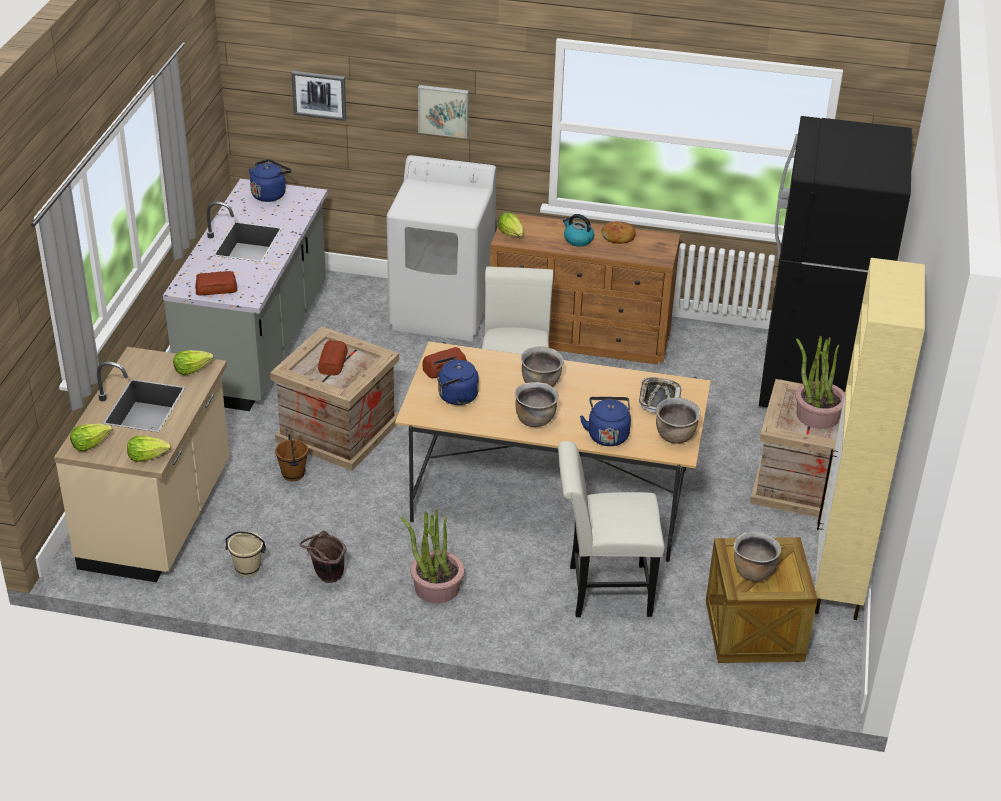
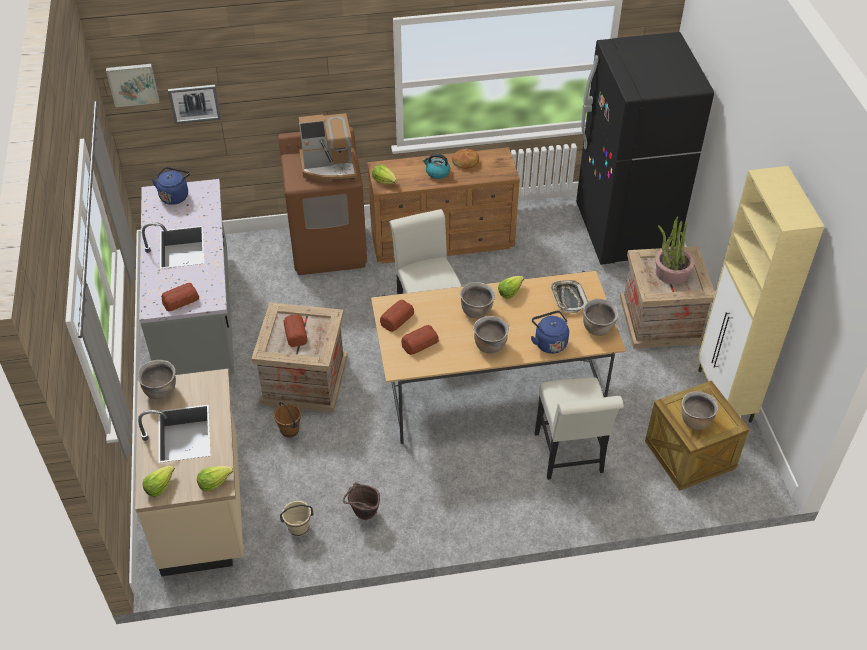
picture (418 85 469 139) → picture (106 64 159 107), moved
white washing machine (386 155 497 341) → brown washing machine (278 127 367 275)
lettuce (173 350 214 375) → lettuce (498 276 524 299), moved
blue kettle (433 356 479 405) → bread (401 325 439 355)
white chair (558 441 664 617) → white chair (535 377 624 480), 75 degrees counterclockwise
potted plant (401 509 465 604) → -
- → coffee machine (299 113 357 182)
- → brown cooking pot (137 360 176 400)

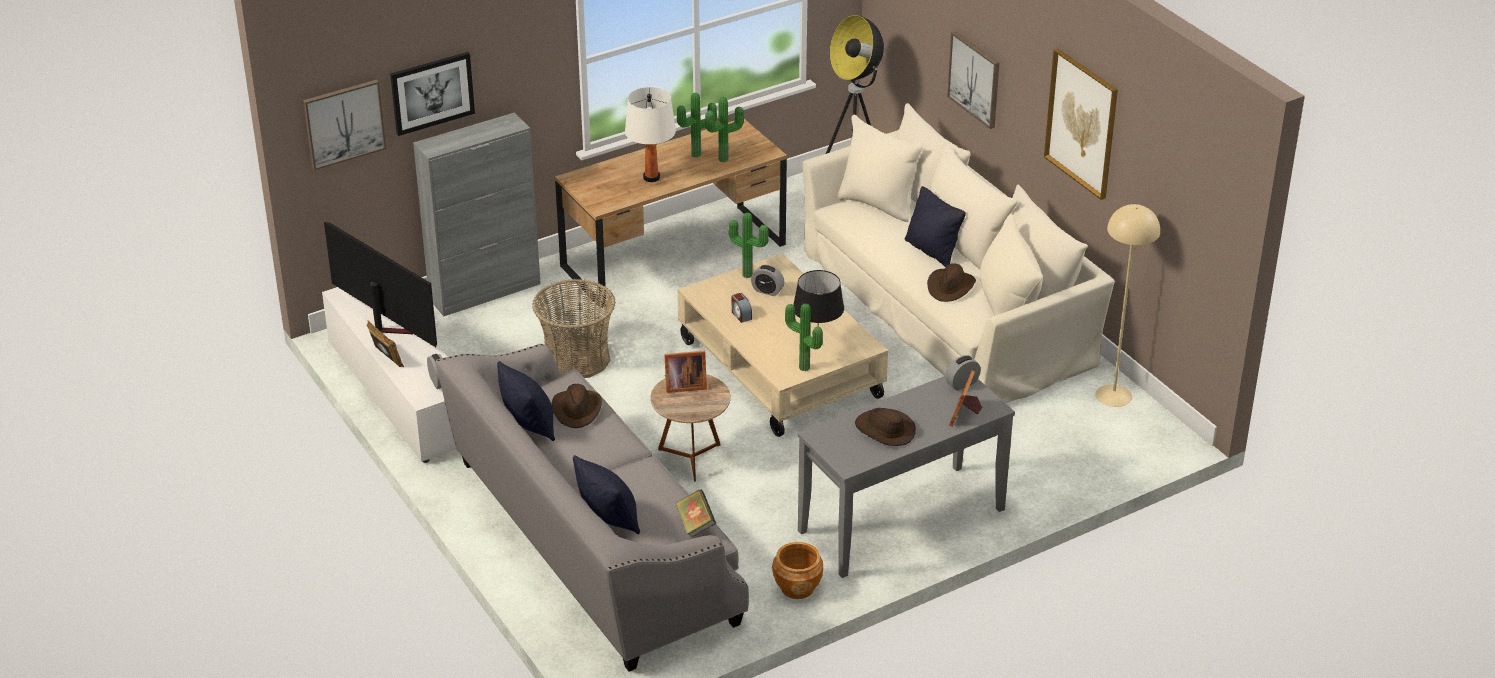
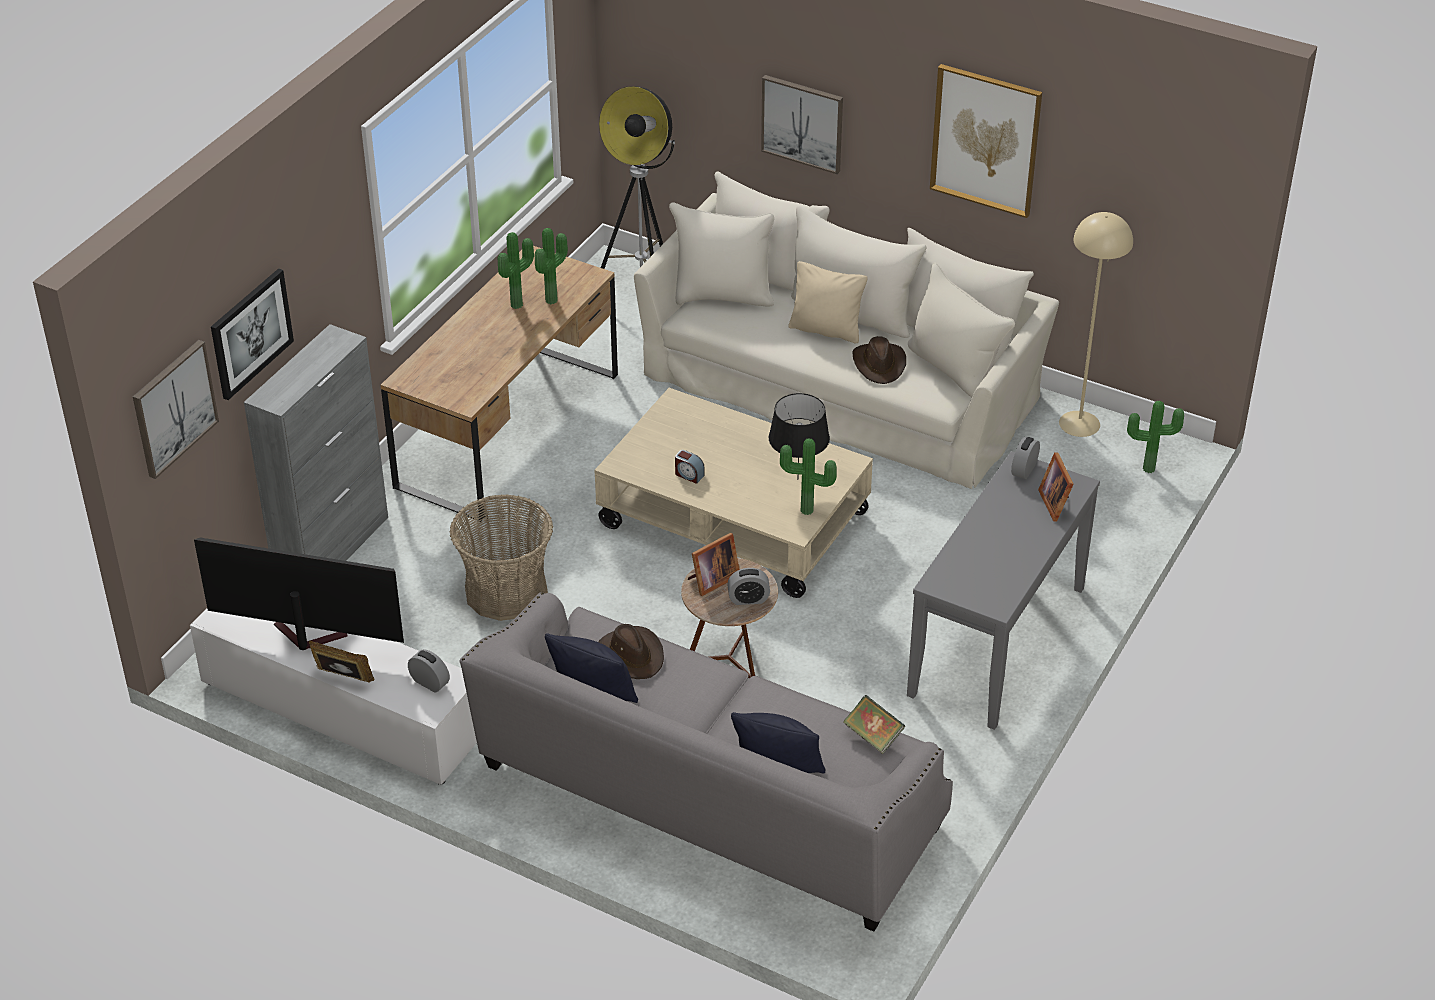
white table lamp (625 87 676 182) → -
black pillow (905 186 966 267) → beige pillow (788 261 868 344)
potted plant (729 213 769 278) → potted plant (1127 401 1184 473), moved
alarm clock (751 265 784 296) → alarm clock (727 568 770 605), moved
brown hat (855 408 916 446) → -
brown planter (772 542 823 599) → -

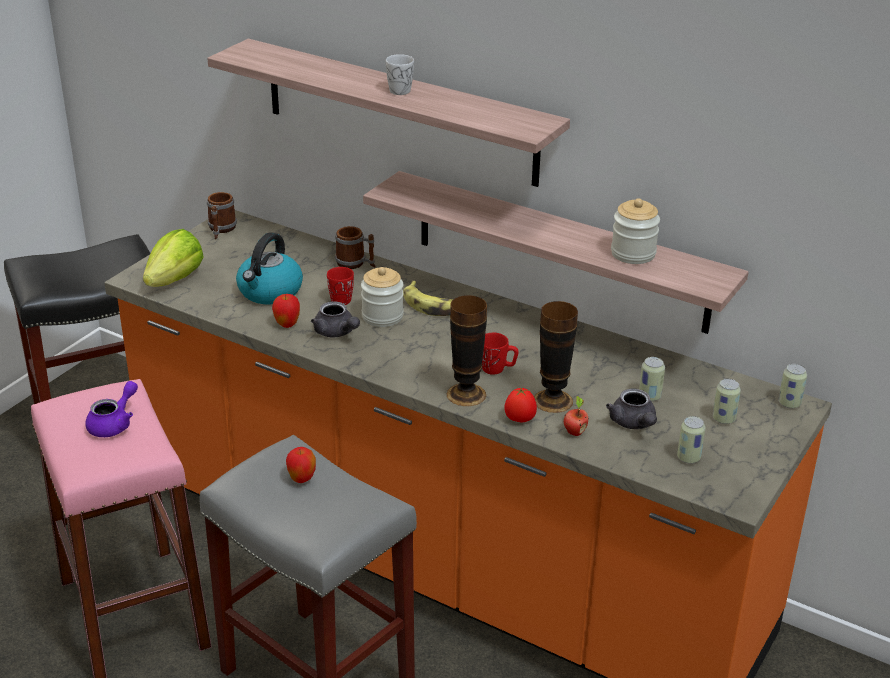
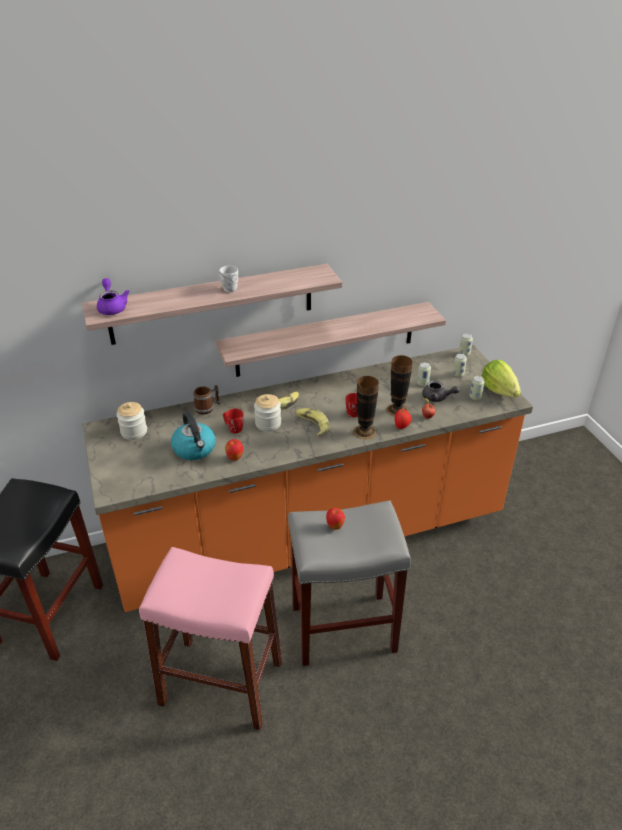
mug (207 192 237 239) → -
jar (611 198 660 264) → jar (117 402 147 440), moved
lettuce (143 229 203 287) → lettuce (481 360 521 397), moved
grey teapot (311 301 360 337) → -
purple teapot (85 381 138 437) → purple teapot (97 278 130 315), moved
- → banana (295 408 329 437)

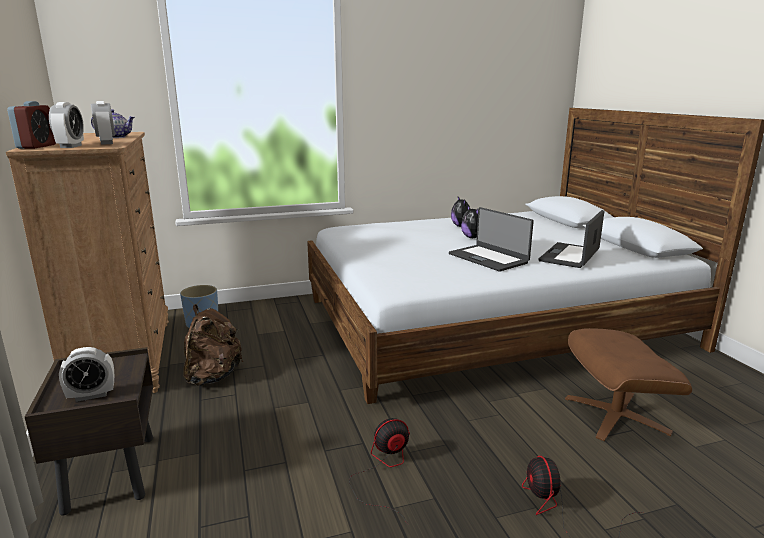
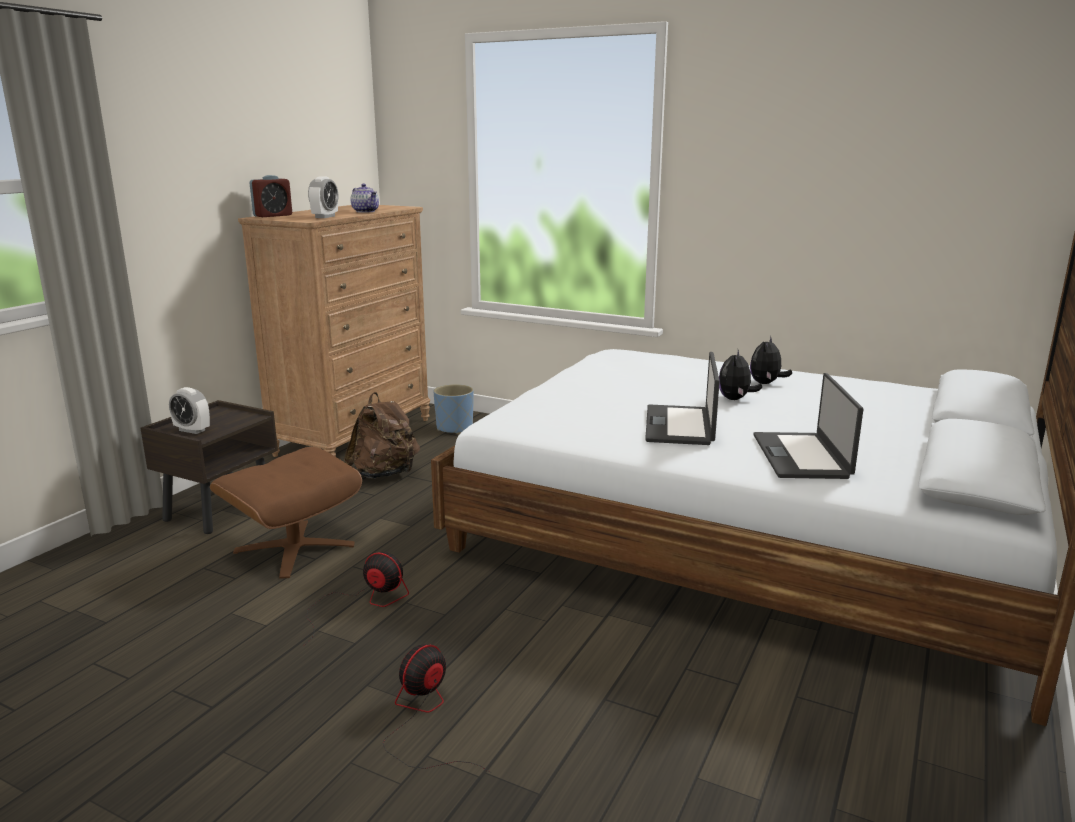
alarm clock (49 102 84 148) → -
laptop (538 210 604 268) → laptop (754 373 863 479), 75 degrees counterclockwise
brown ottoman (565 328 692 441) → brown ottoman (210 447 362 579), moved

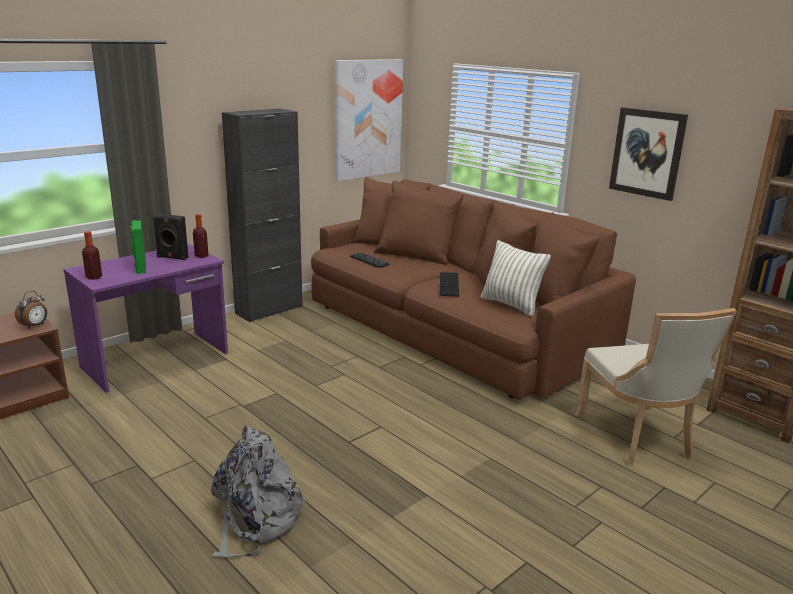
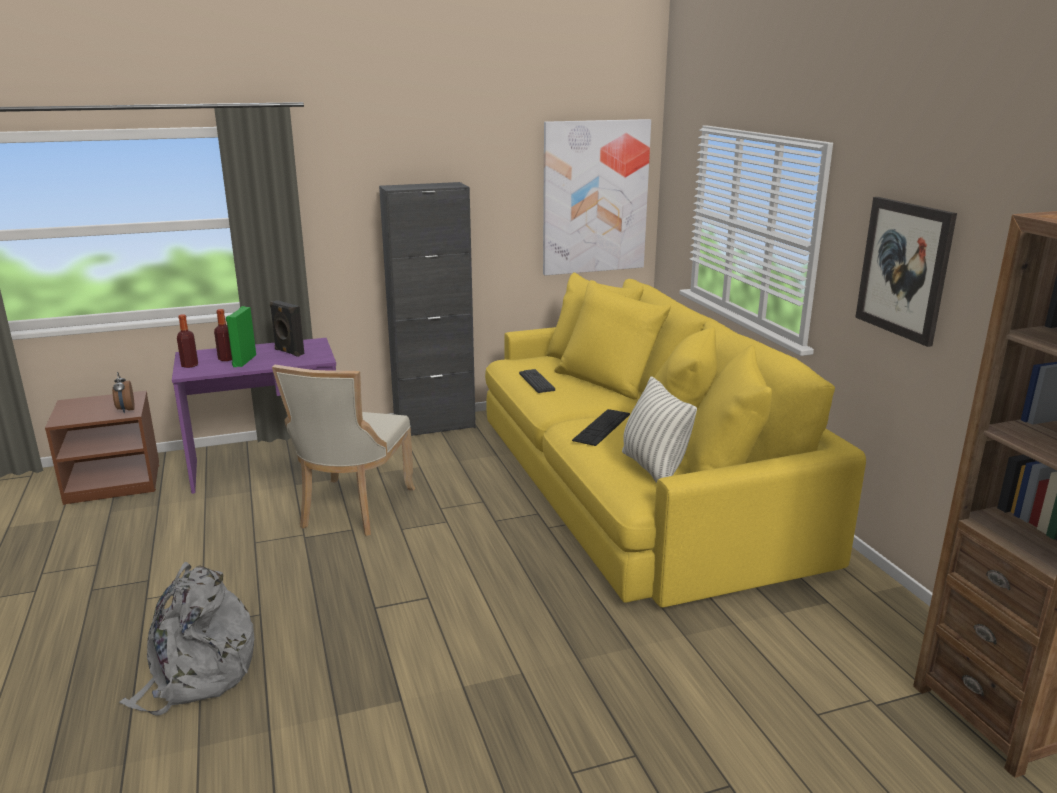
brown sofa (311 177 636 400) → yellow sofa (485 272 866 608)
bottle (193 214 208 258) → bottle (214 309 232 361), moved
alarm clock (15 291 47 329) → alarm clock (112 372 135 413), 105 degrees clockwise
beige chair (575 308 737 466) → beige chair (272 365 415 536), moved

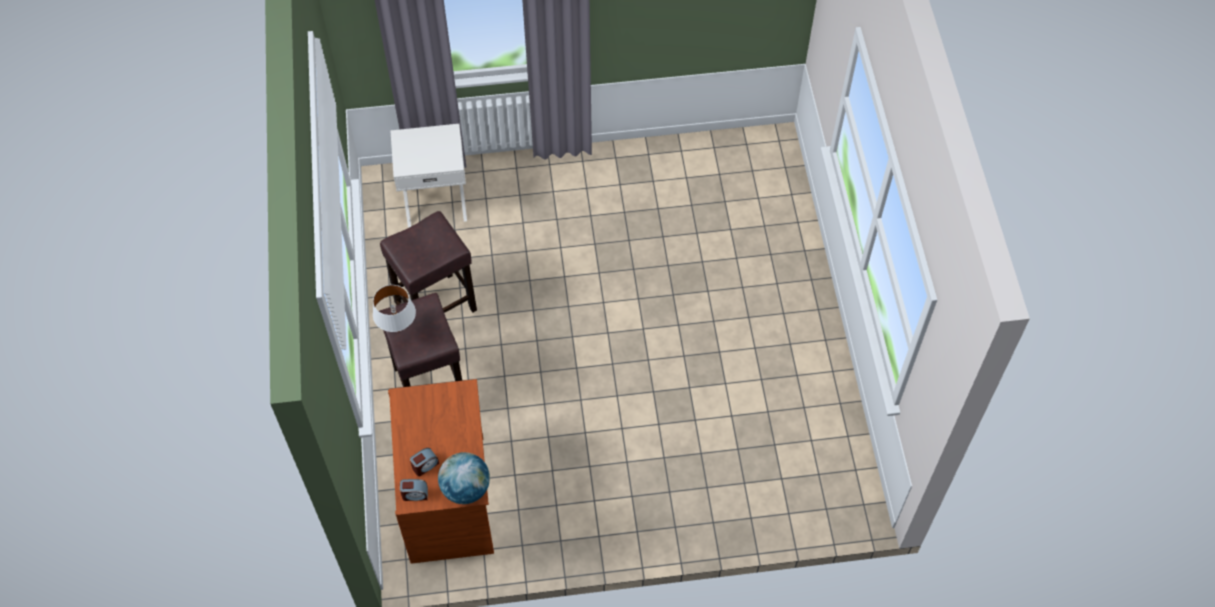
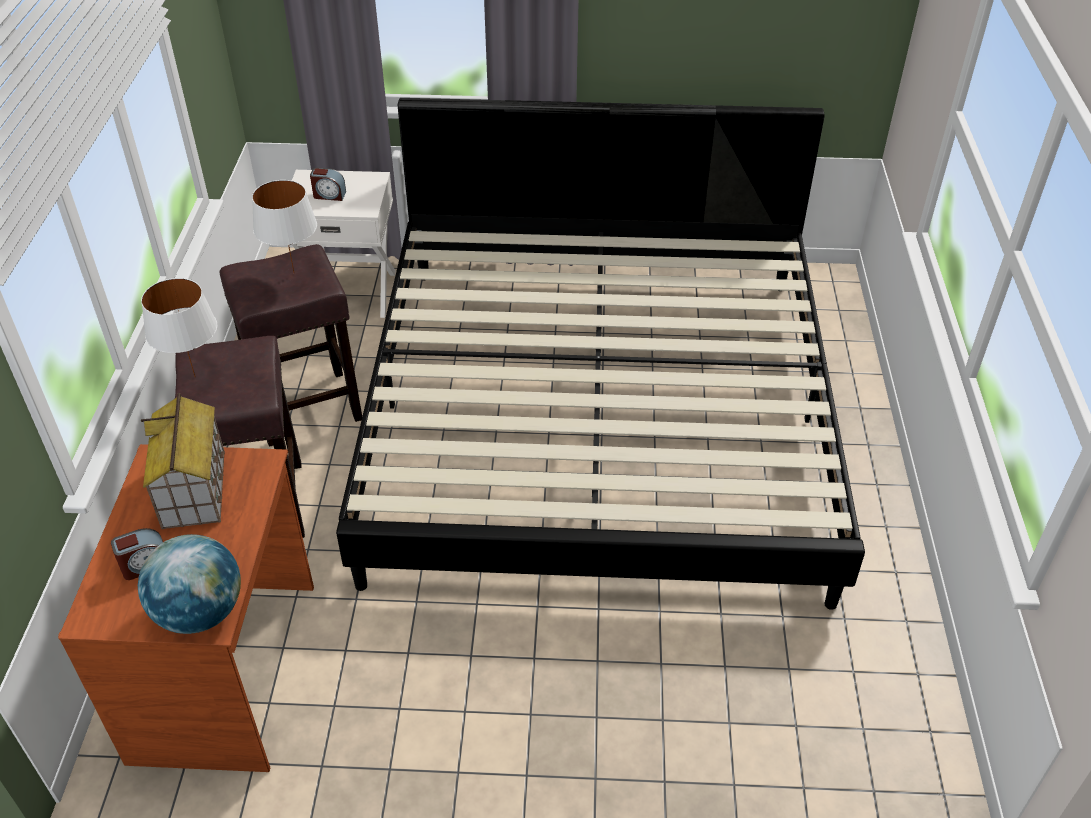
alarm clock (400 479 428 501) → alarm clock (310 168 346 201), moved
- → bed (336 98 865 610)
- → white table lamp (252 180 317 273)
- → toy house (141 393 225 529)

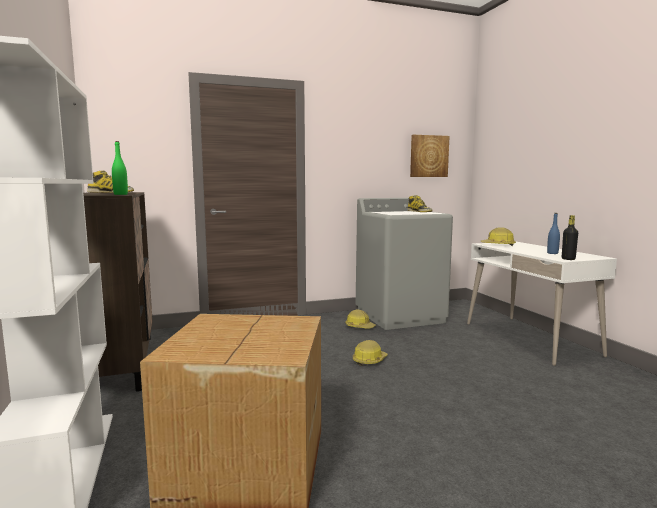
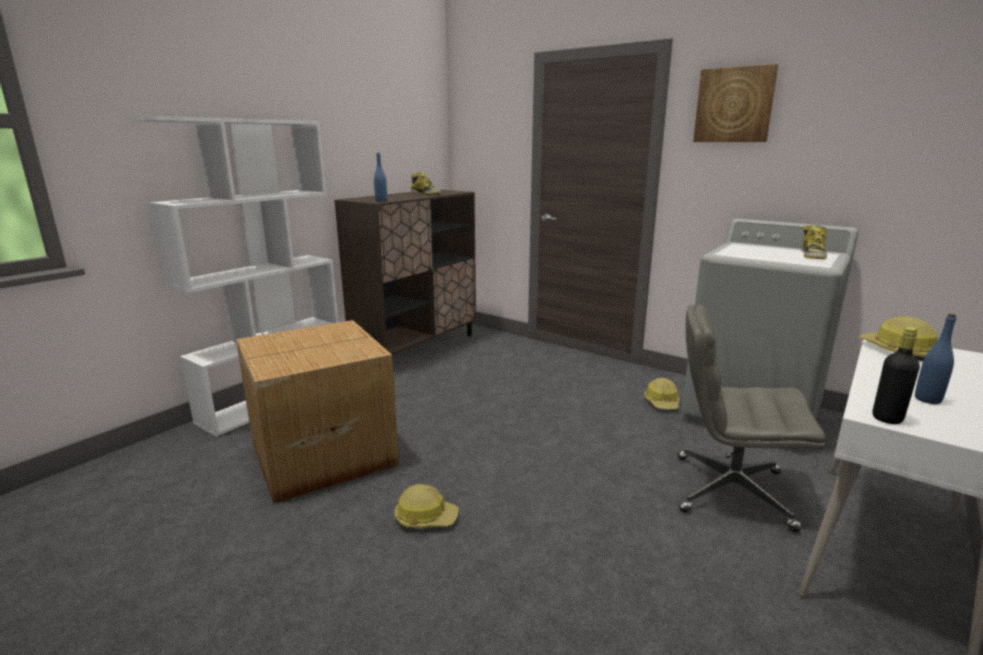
picture (410 135 450 177) → picture (693 64 778 142), moved
green bottle (112 141 128 195) → blue bottle (374 153 387 202)
hard hat (353 340 388 366) → hard hat (394 484 459 528), moved
- → grey office chair (677 305 825 532)

